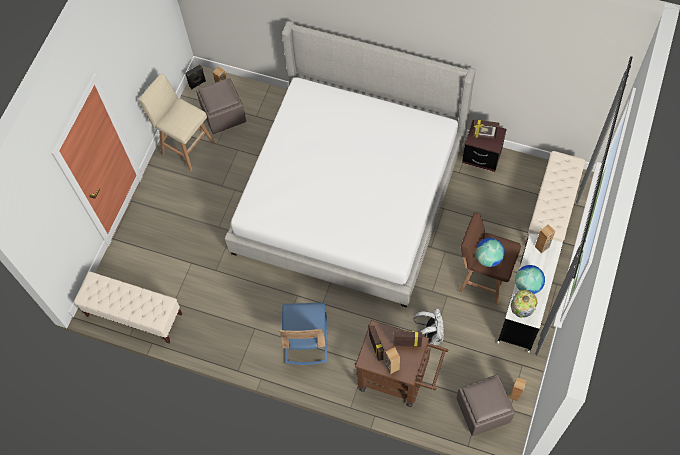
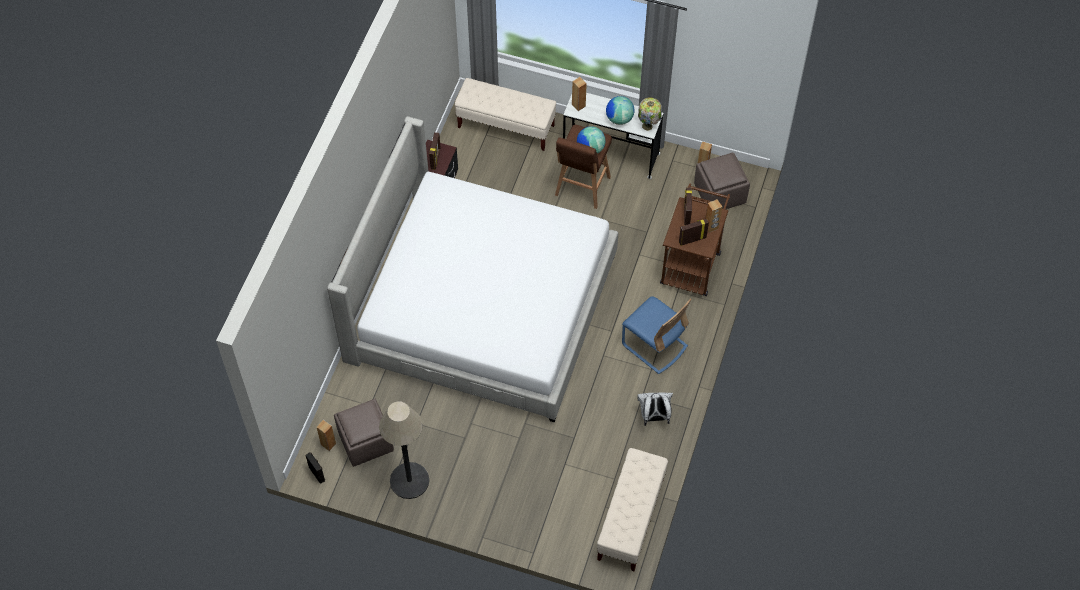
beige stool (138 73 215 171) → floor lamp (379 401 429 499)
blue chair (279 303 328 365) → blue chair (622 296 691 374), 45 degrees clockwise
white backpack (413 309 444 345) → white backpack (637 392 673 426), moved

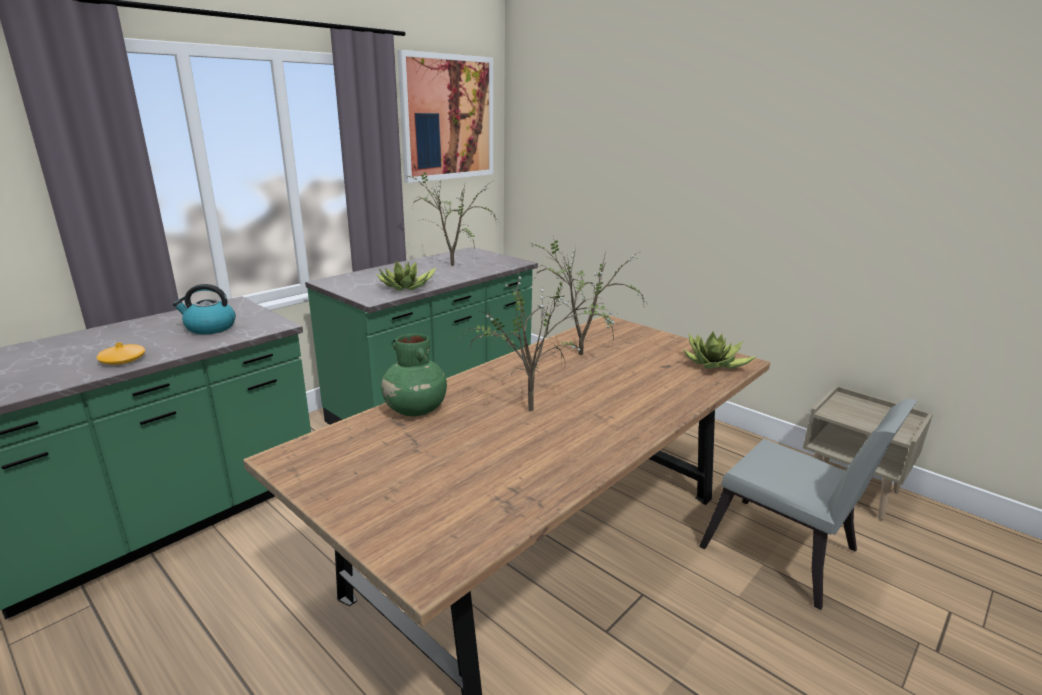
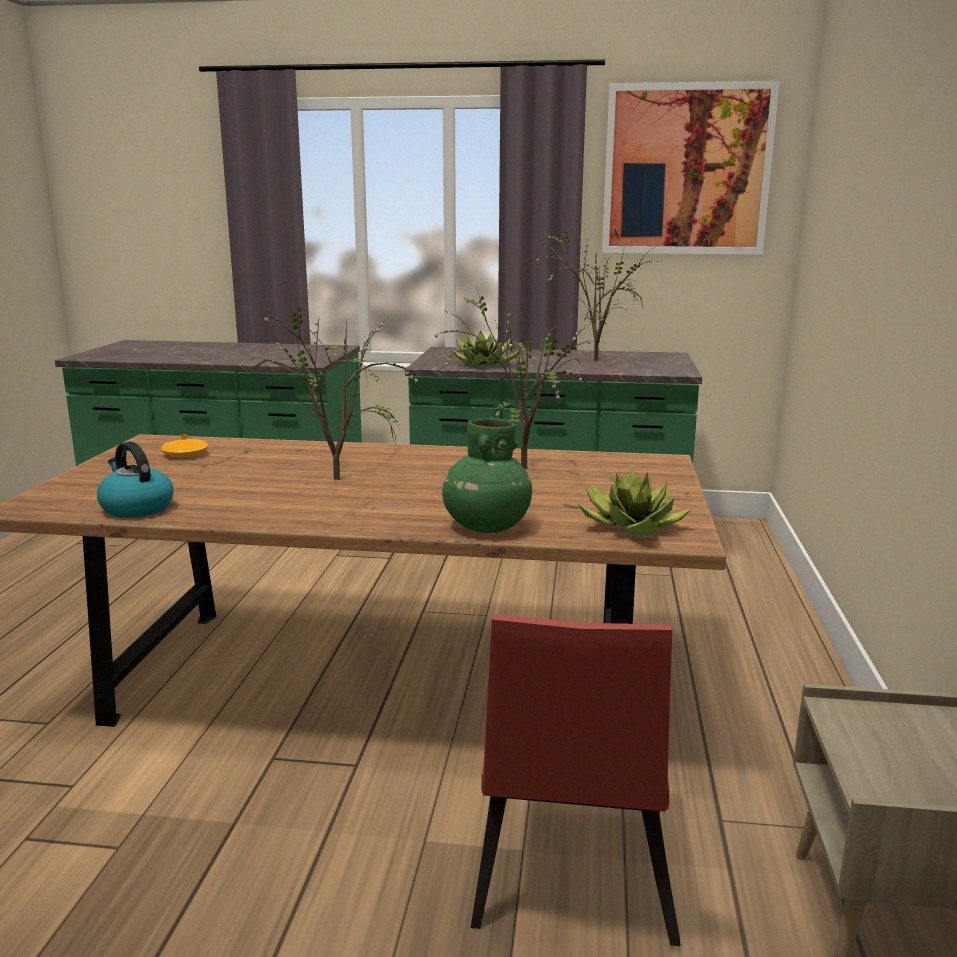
kettle (173 284 236 334) → kettle (97 442 174 518), moved
green vase (381 334 447 416) → green vase (442 418 532 533), moved
orange vase (97 342 145 365) → orange vase (161 434 208 457), moved
grey chair (699 399 917 610) → red chair (471 614 681 946)

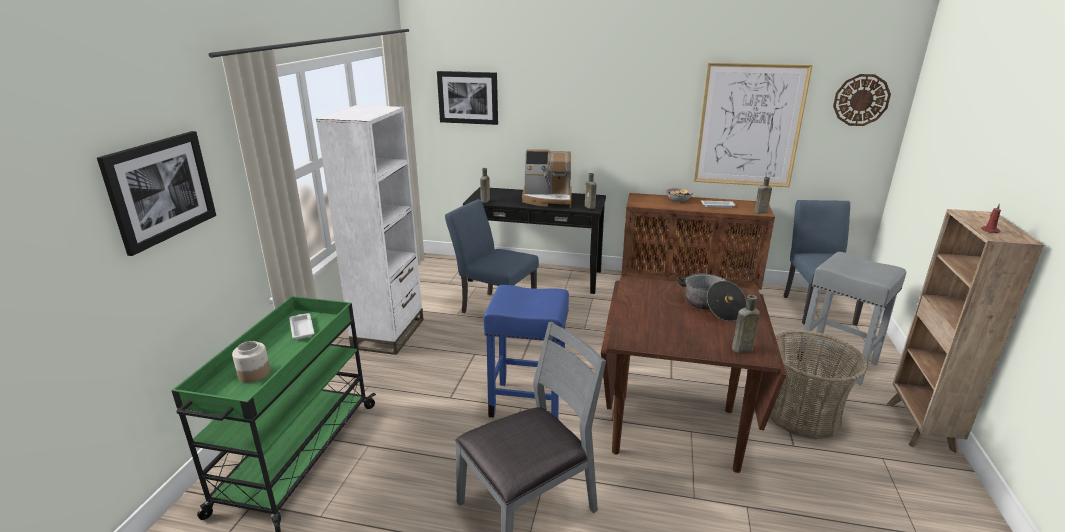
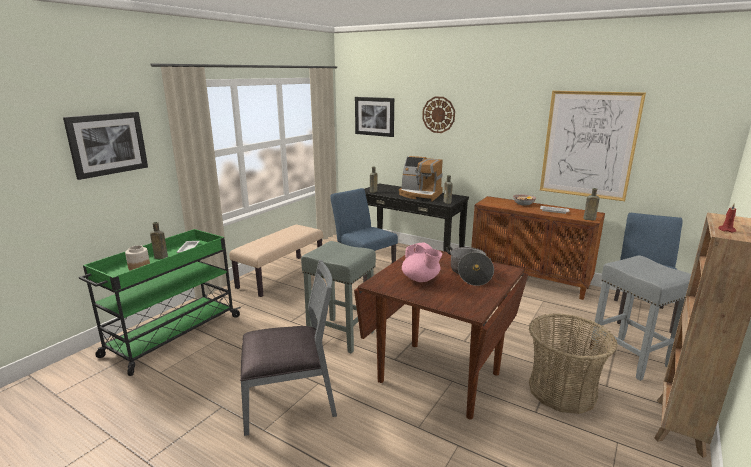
wall clock (833 74 891 126) → wall clock (422 97 455 133), moved
white bookcase (316 105 424 355) → beige bench (229 225 323 297)
blue stool (483 285 569 420) → grey stool (301 241 376 354)
brown bottle (732 295 760 353) → brown bottle (150 222 168 259), moved
- → pink teapot (402 242 442 282)

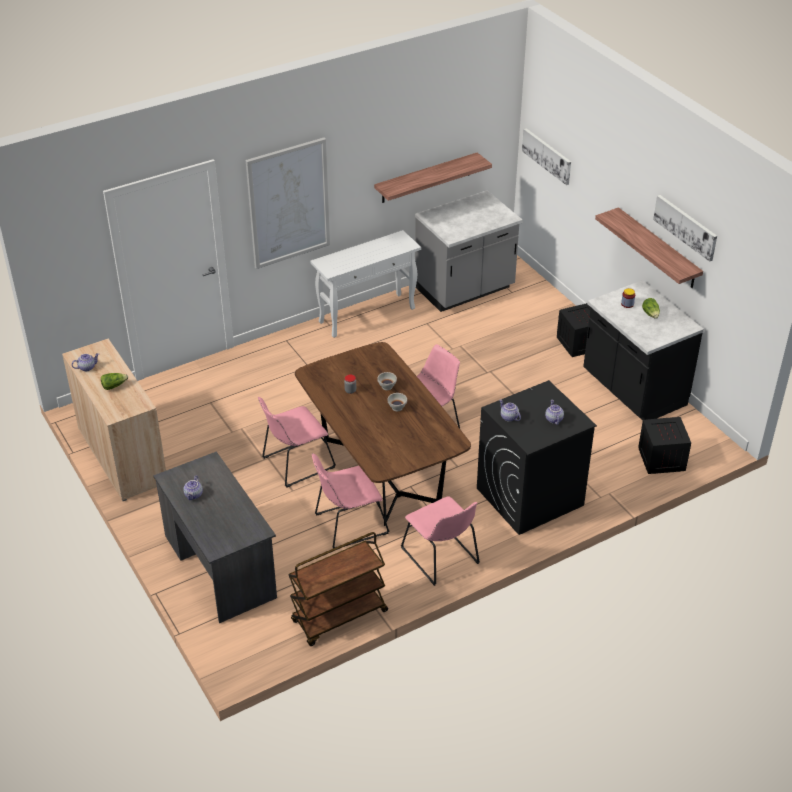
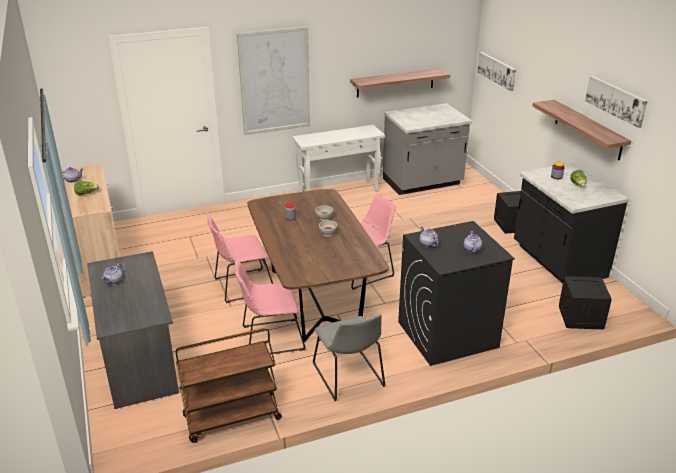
pink chair (401 496 480 586) → grey chair (313 314 386 401)

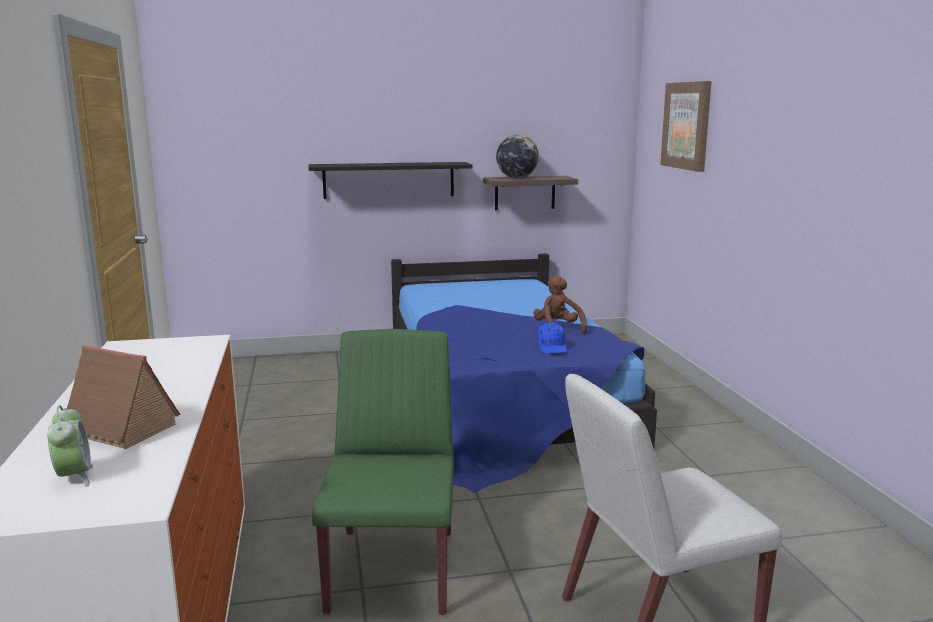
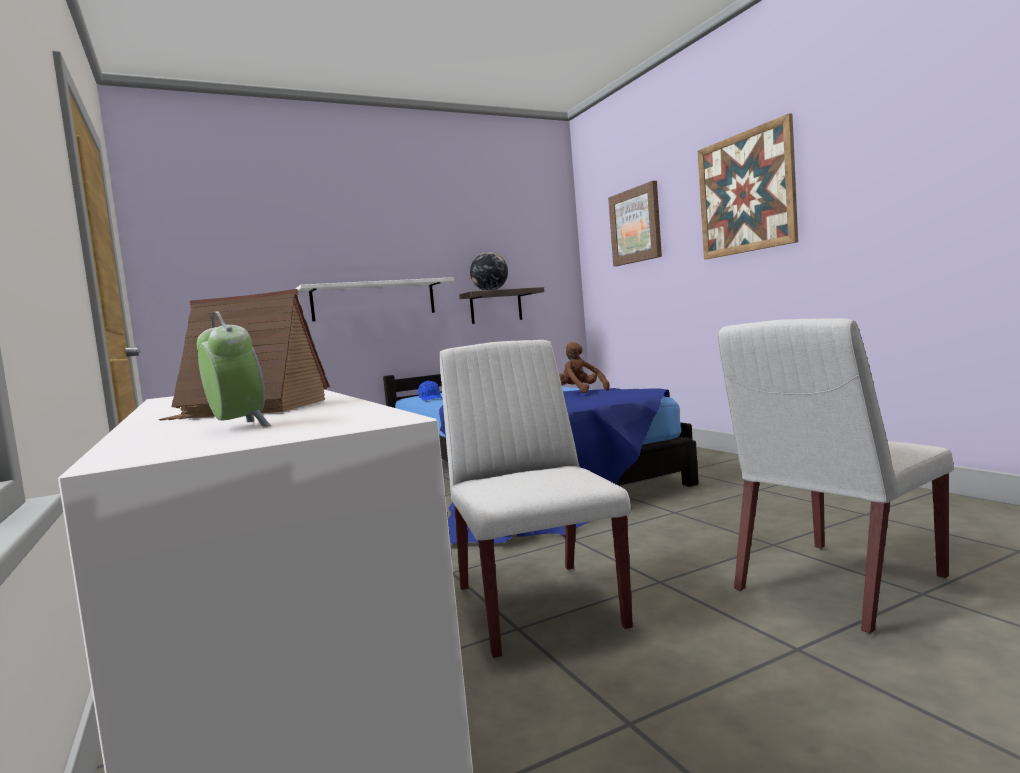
black shelf (309 162 473 199) → white shelf (295 277 454 321)
blue cap (537 323 567 353) → blue cap (418 381 442 401), moved
green chair (312 329 454 615) → white chair (439 340 633 659)
- → picture (698 113 798 259)

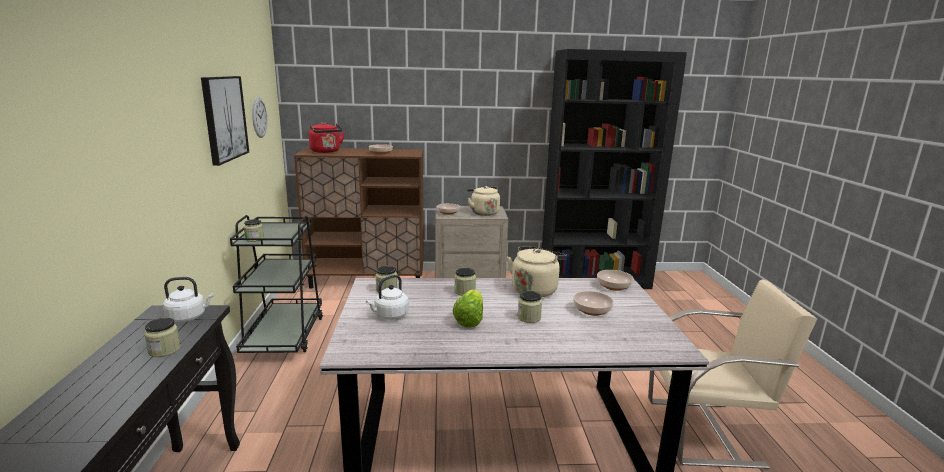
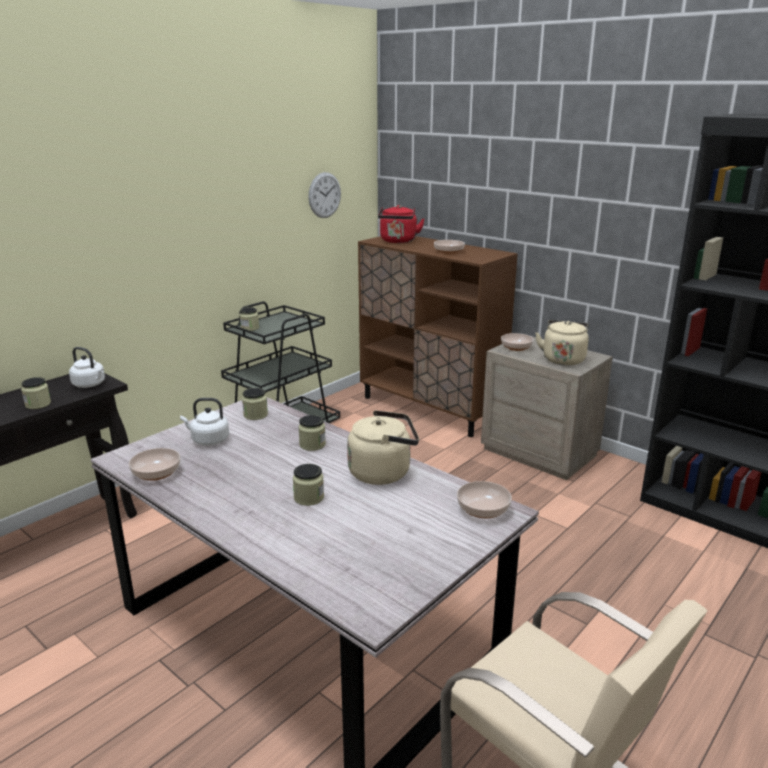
picture (201 76 249 166) → -
lettuce (453 289 483 328) → -
bowl (573 291 614 316) → bowl (129 448 180 481), moved

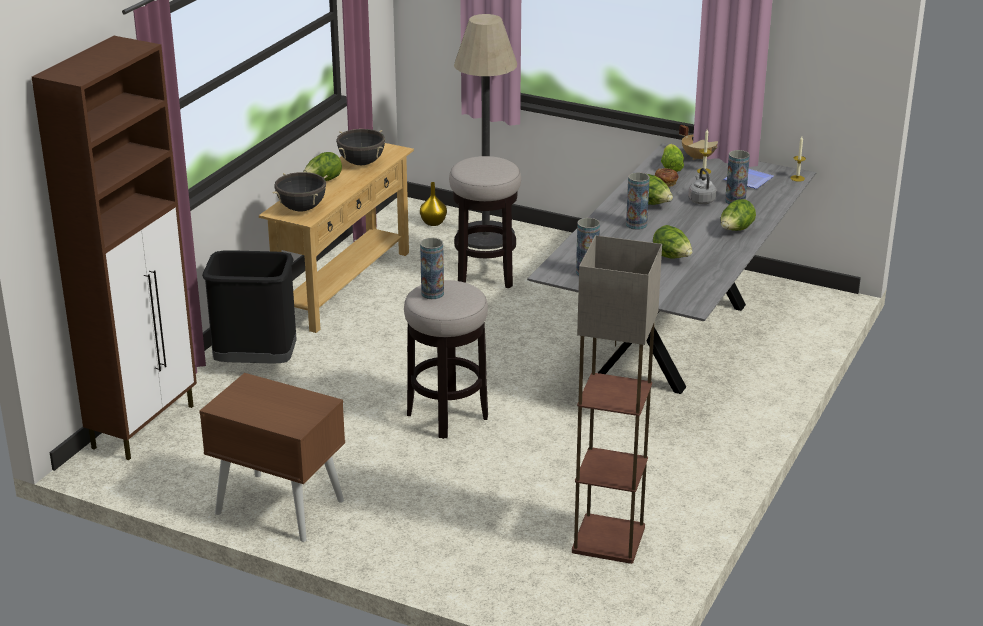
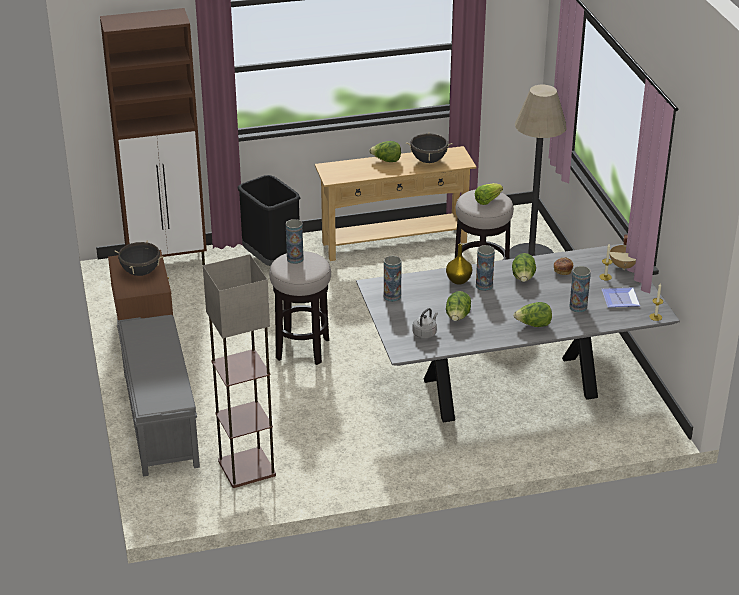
lettuce (661 144 684 172) → lettuce (475 183 503 205), moved
grey kettle (688 168 716 204) → grey kettle (412 308 438 339), moved
black cooking pot (272 172 328 211) → black cooking pot (114 240 164 276), moved
yellow vase (420 182 447 226) → yellow vase (446 244 472 284), moved
- → grey bench (117 315 200 477)

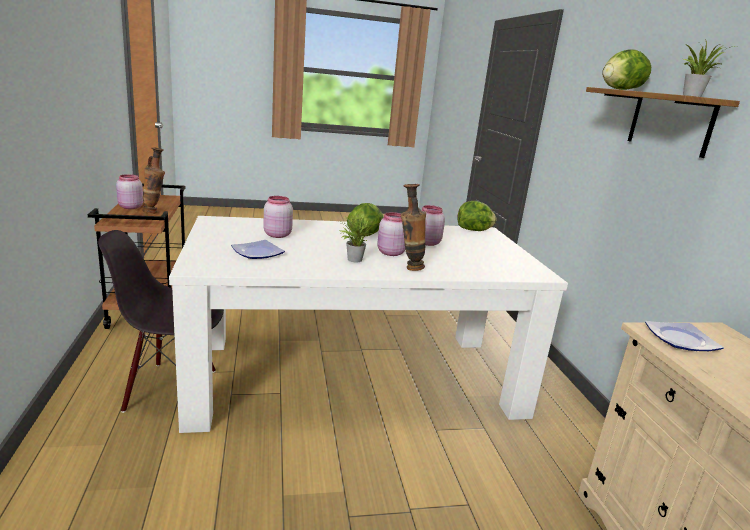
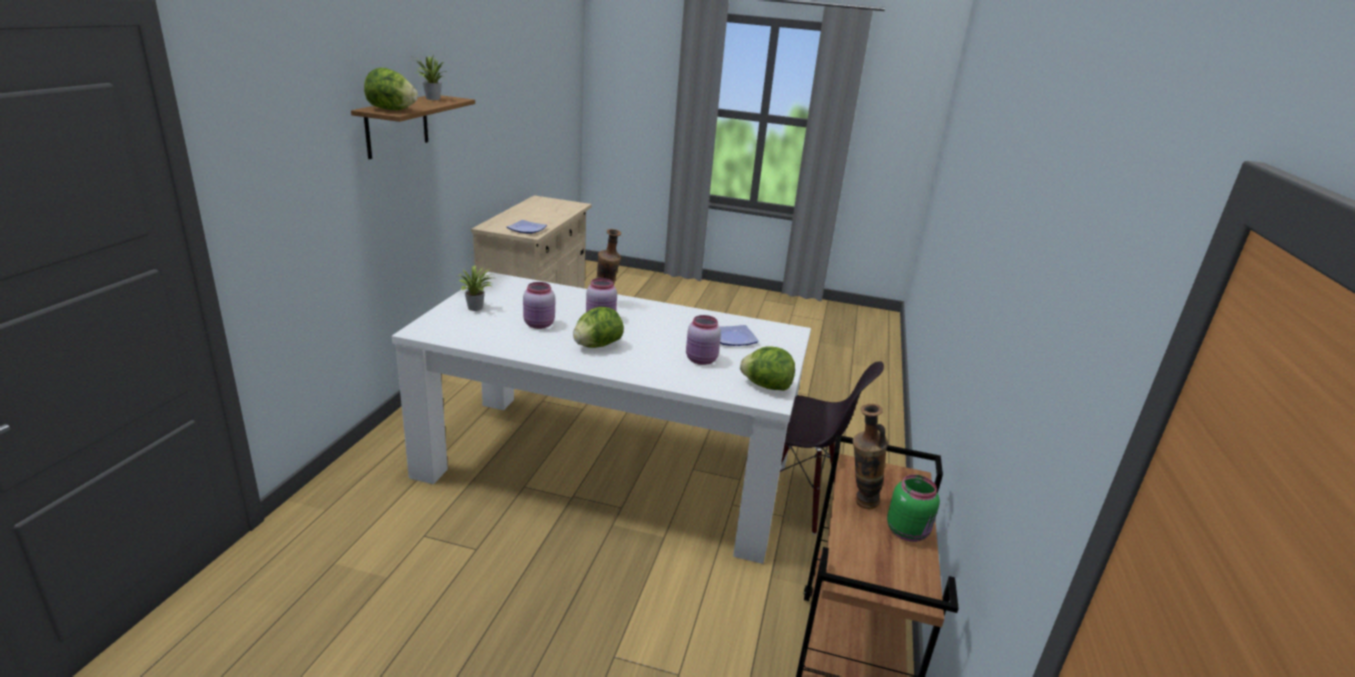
pink jar (116 174 143 209) → green jar (887 475 940 542)
lettuce (457 201 496 231) → lettuce (740 346 795 391), moved
potted plant (339 214 373 262) → potted plant (458 265 493 311), moved

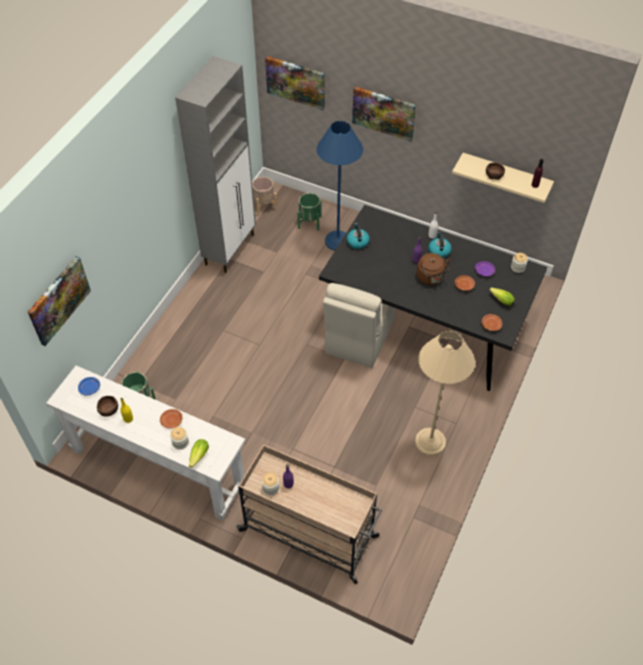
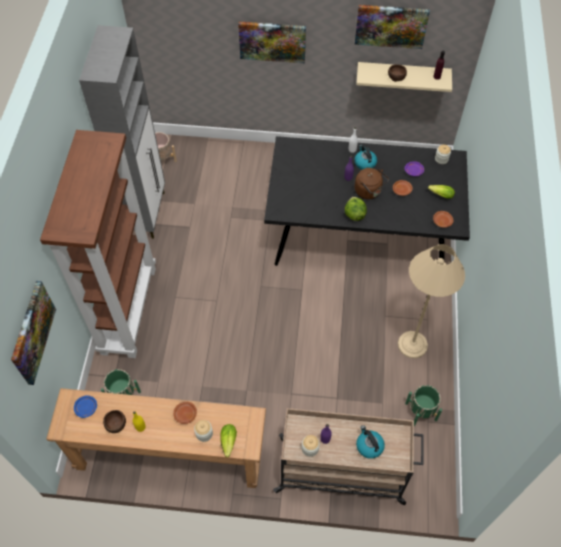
picture (265 56 325 110) → picture (355 5 430 49), moved
blue floor lamp (317 121 363 251) → -
green planter (298 193 322 231) → green planter (405 385 442 426), moved
kettle (347 223 370 249) → kettle (356 425 385 459), moved
beige chair (323 283 395 368) → -
white console table (46 365 246 521) → brown console table (46 388 266 488)
- → brown bookcase (40 130 156 358)
- → lettuce (345 197 367 221)

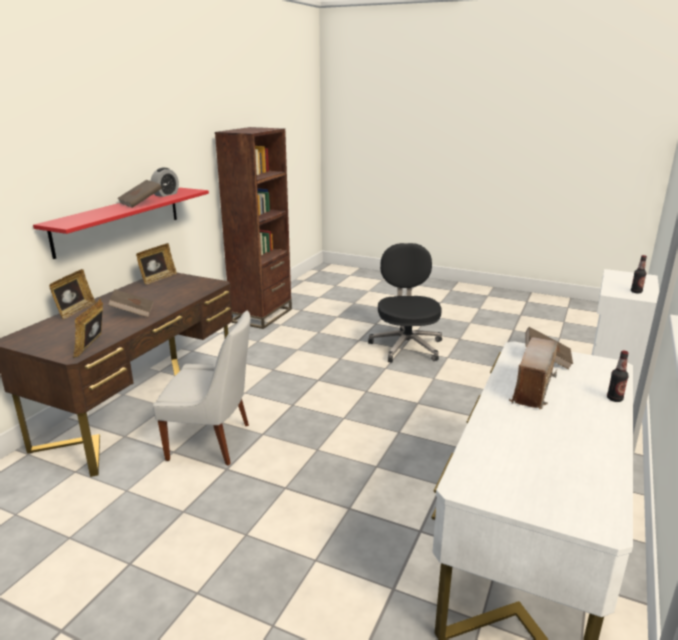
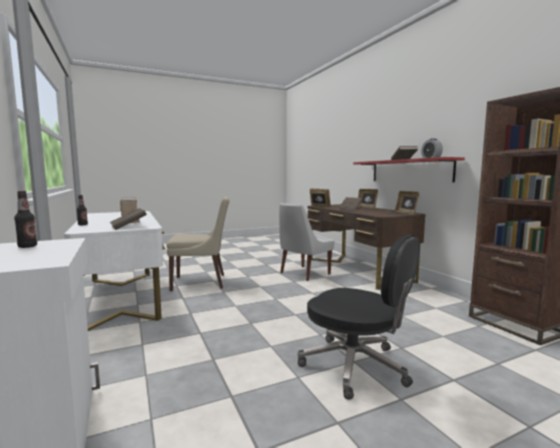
- → beige chair (166 196 229 291)

